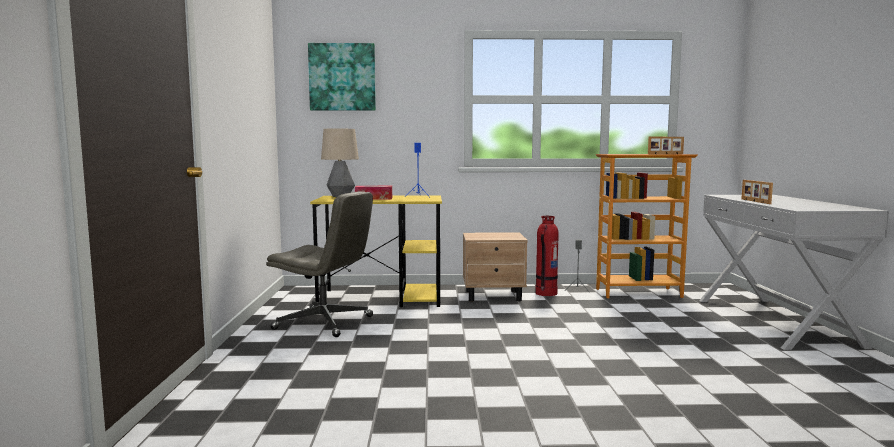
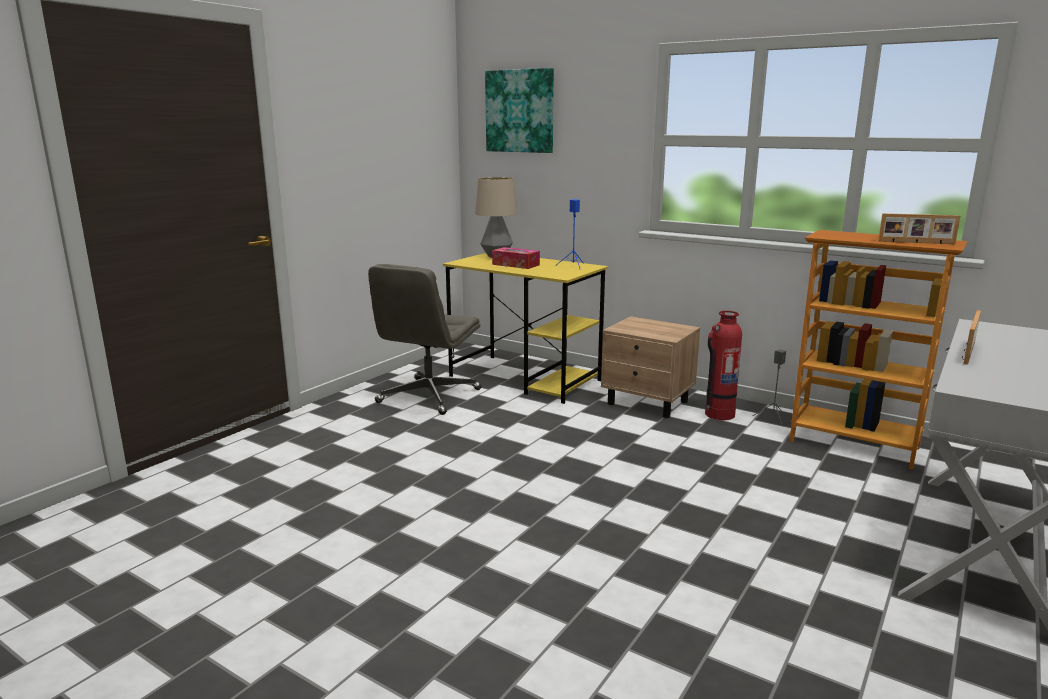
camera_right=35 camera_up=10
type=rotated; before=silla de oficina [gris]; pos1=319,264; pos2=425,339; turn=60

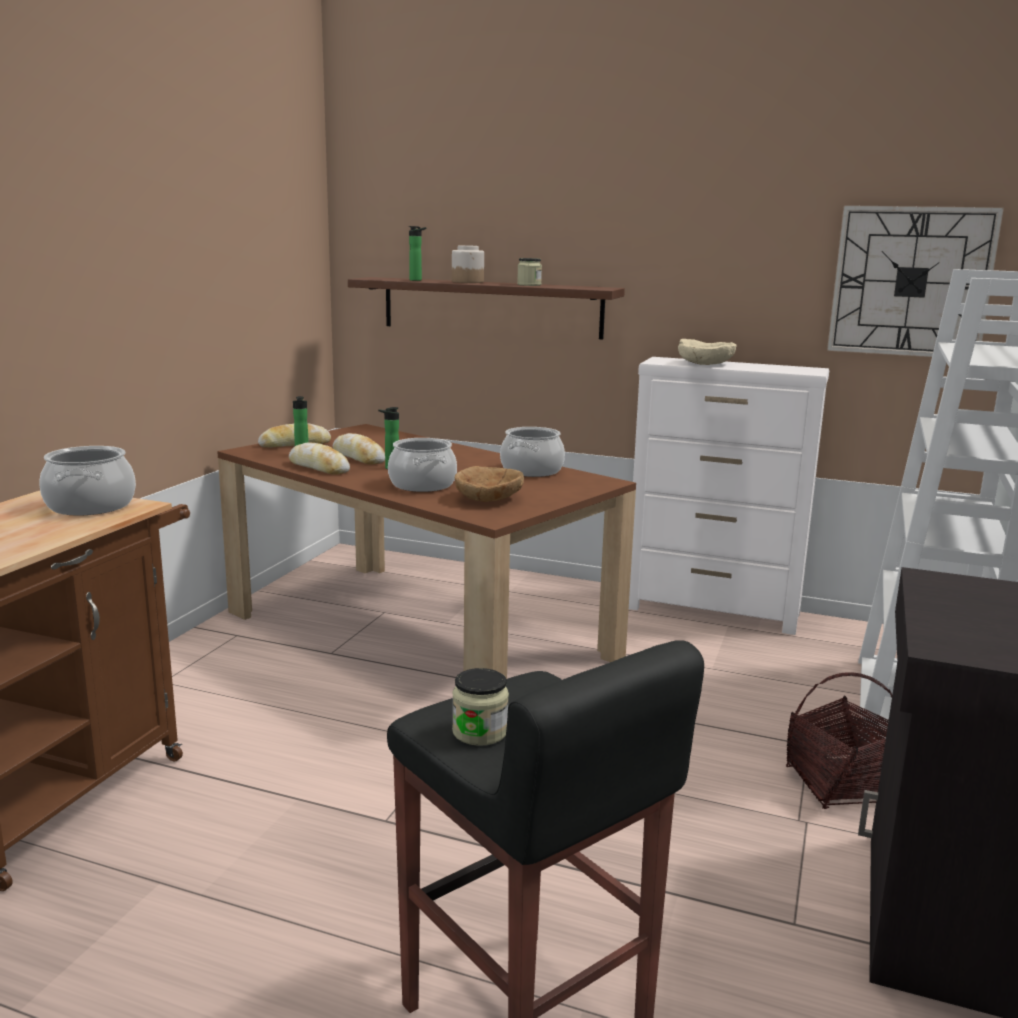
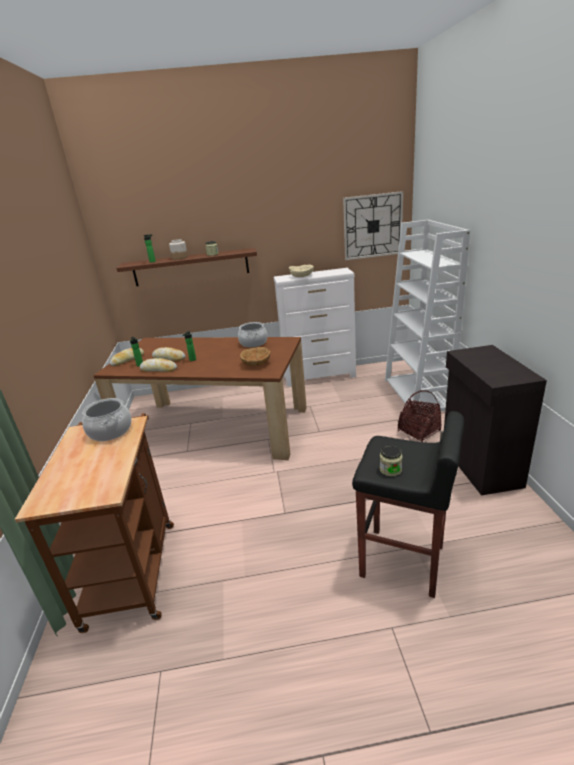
camera_right=-25 camera_up=10
type=gone; before=olla; pos1=422,465

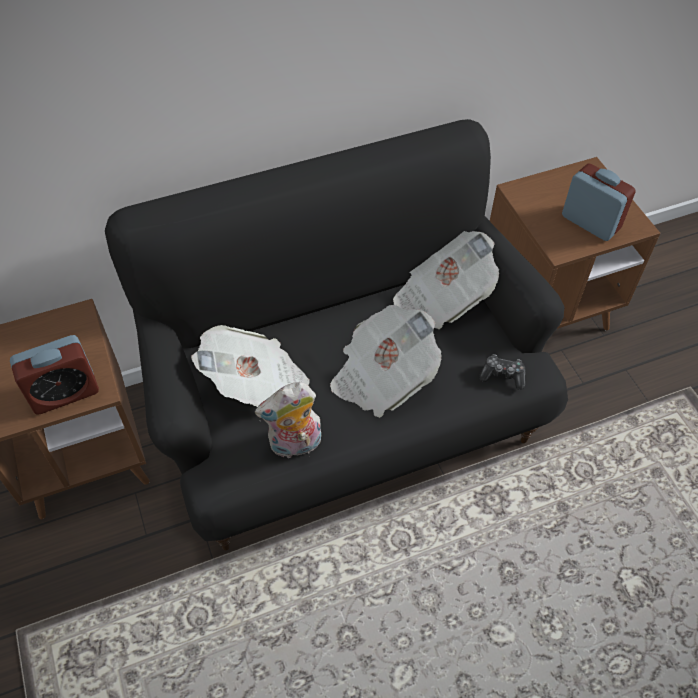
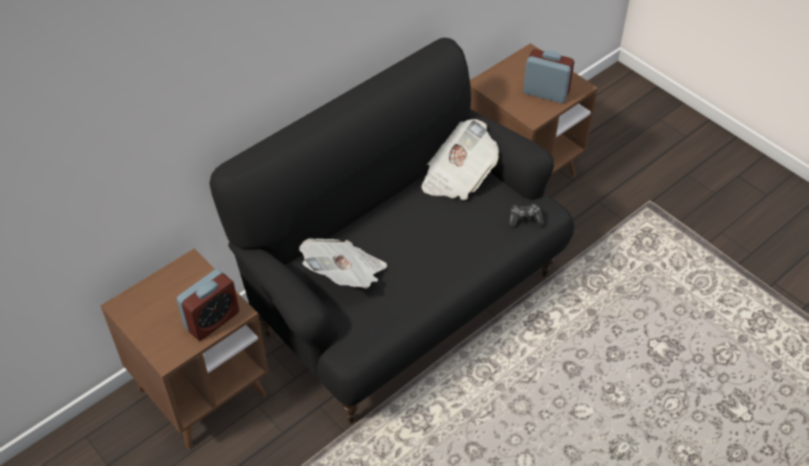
camera_right=-20 camera_up=-5
type=gone; before=peluche; pos1=288,420
type=gone; before=periódico; pos1=386,361

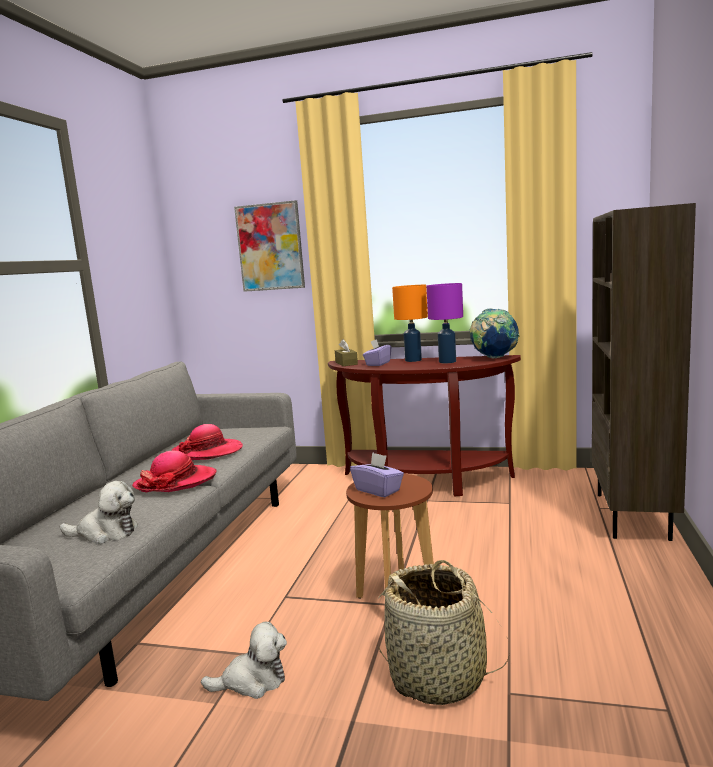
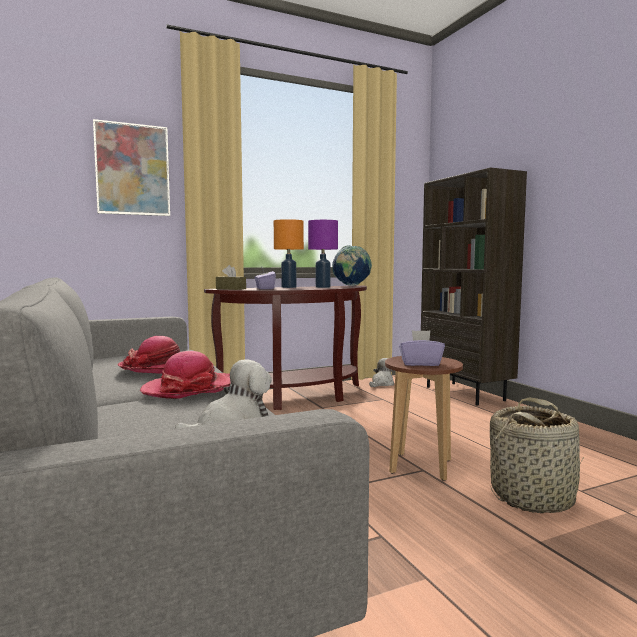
camera_right=-40 camera_up=-5
type=shifted; before=peluche; pos1=244,660; pos2=381,372

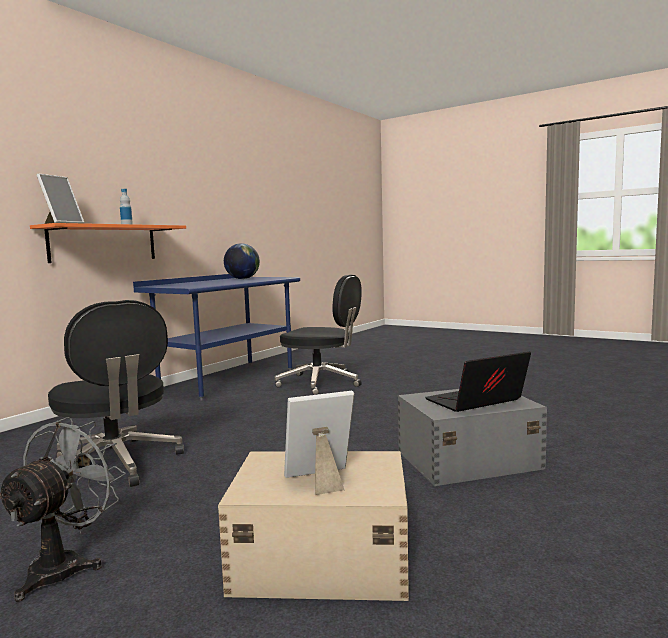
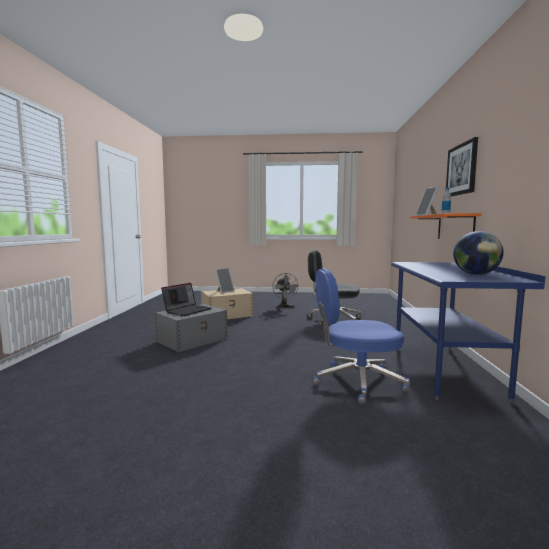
camera_right=150 camera_up=0
type=repainted; before=silla de oficina [negro]; after=silla de oficina [azul]; pos1=318,335; pos2=361,336
type=new; after=cuadro; pos2=462,166

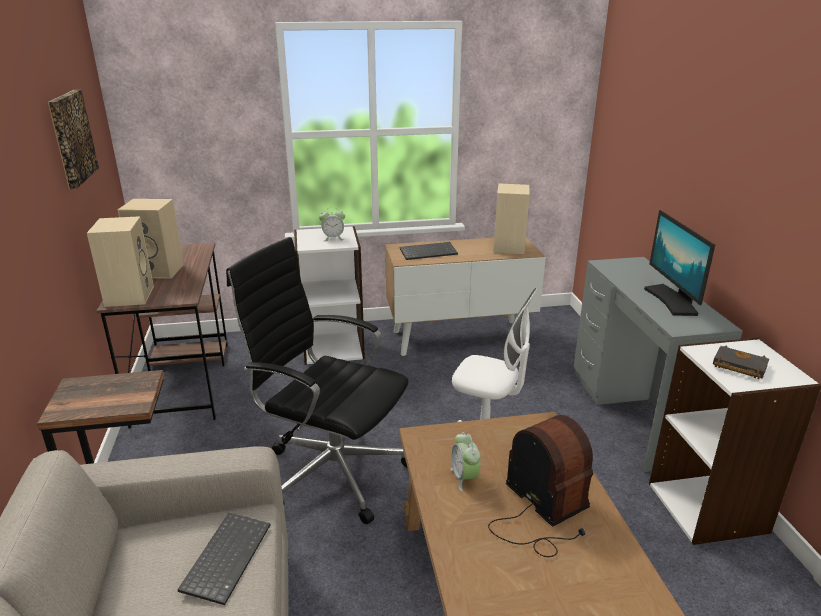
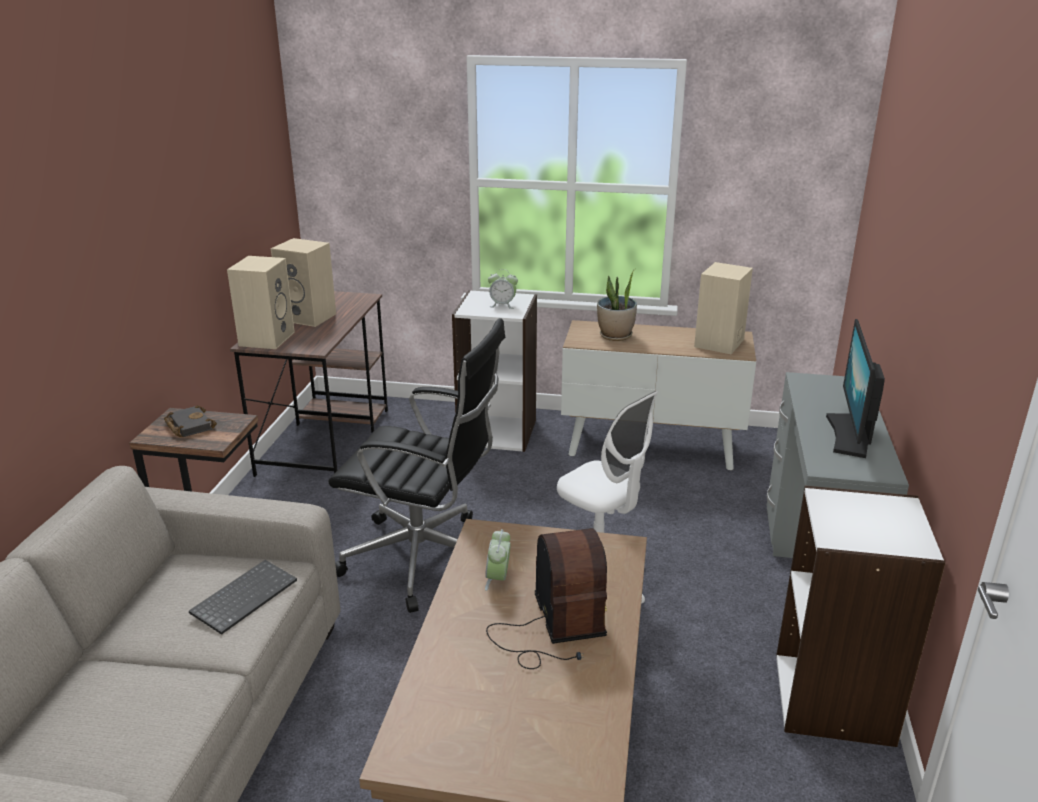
camera_right=20 camera_up=0
type=shifted; before=libro [negro]; pos1=741,362; pos2=190,421
type=rotated; before=silla de oficina [negro]; pos1=317,380; pos2=417,465; turn=150
type=swapped; before=teclado; after=planta en maceta; pos1=428,251; pos2=617,305
type=gone; before=cuadro; pos1=73,139

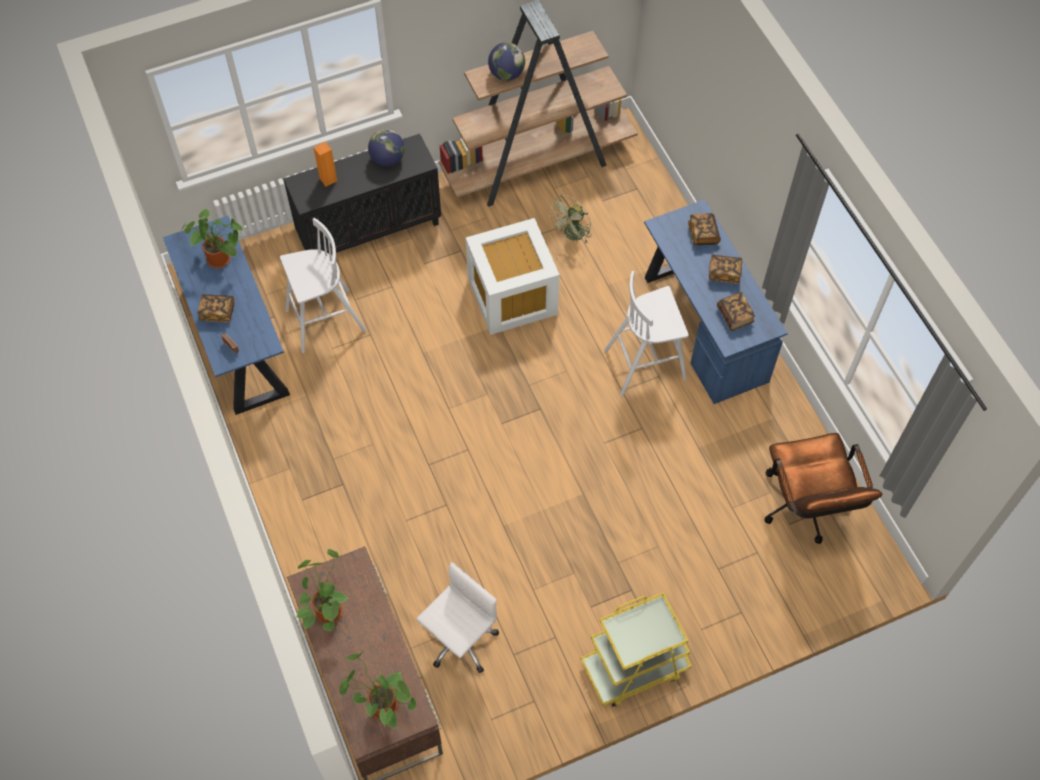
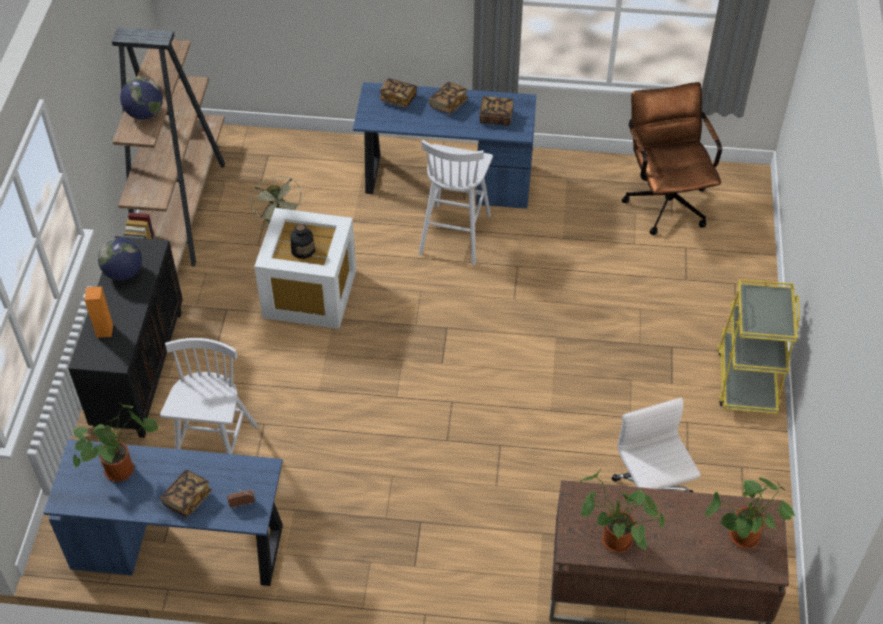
camera_right=-60 camera_up=-10
type=new; after=botella; pos2=302,241
type=rotated; before=silla de oficina [marrón]; pos1=823,488; pos2=671,158; turn=-120

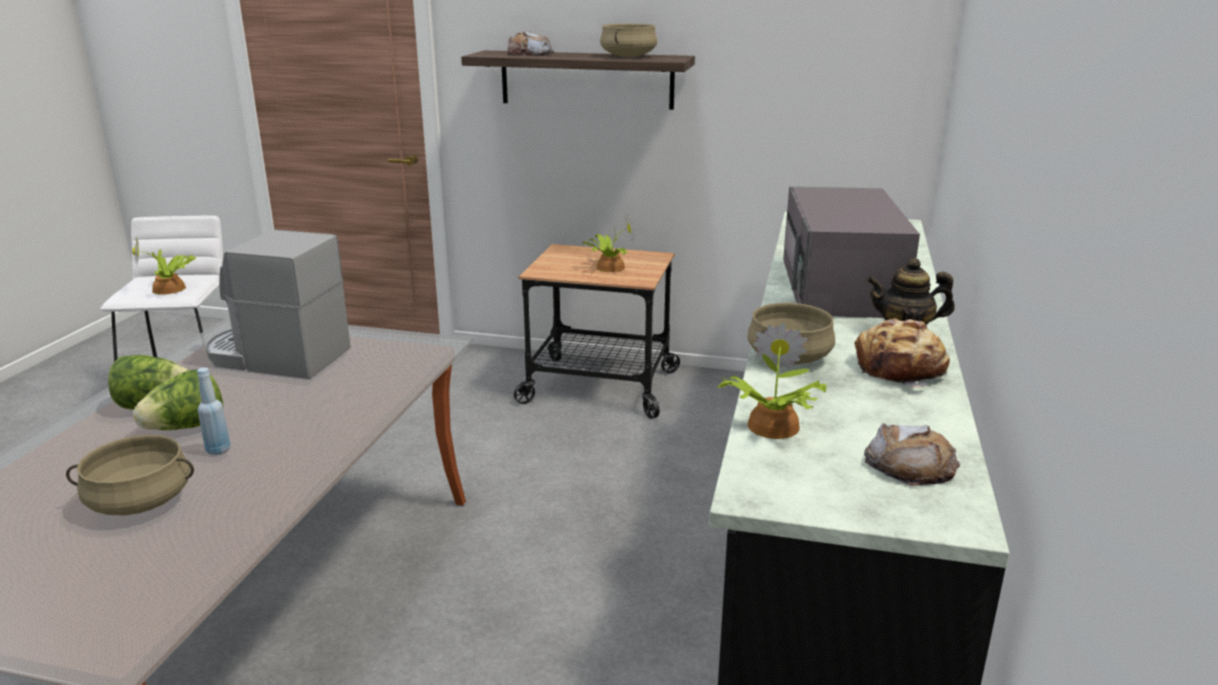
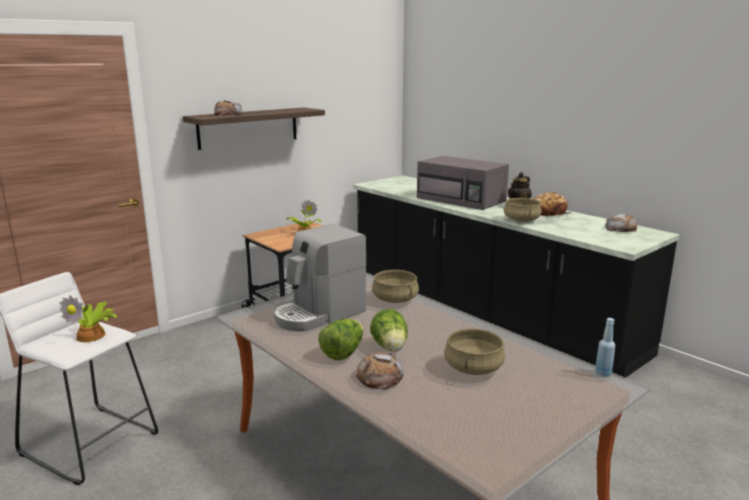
camera_right=-55 camera_up=-5
type=new; after=pan; pos2=379,371
type=shifted; before=olla [beis]; pos1=628,40; pos2=395,286
type=shifted; before=botella [azul]; pos1=214,411; pos2=605,347
type=gone; before=planta en maceta; pos1=772,381

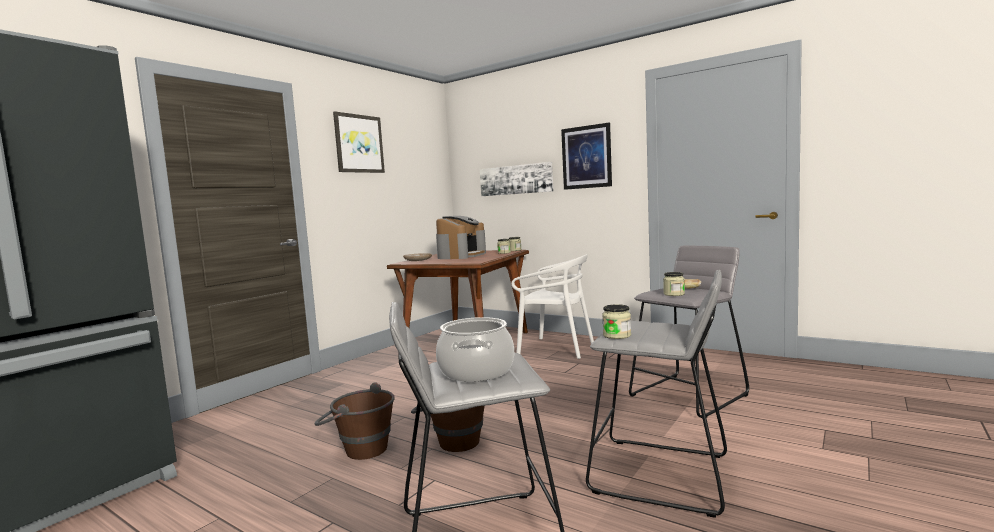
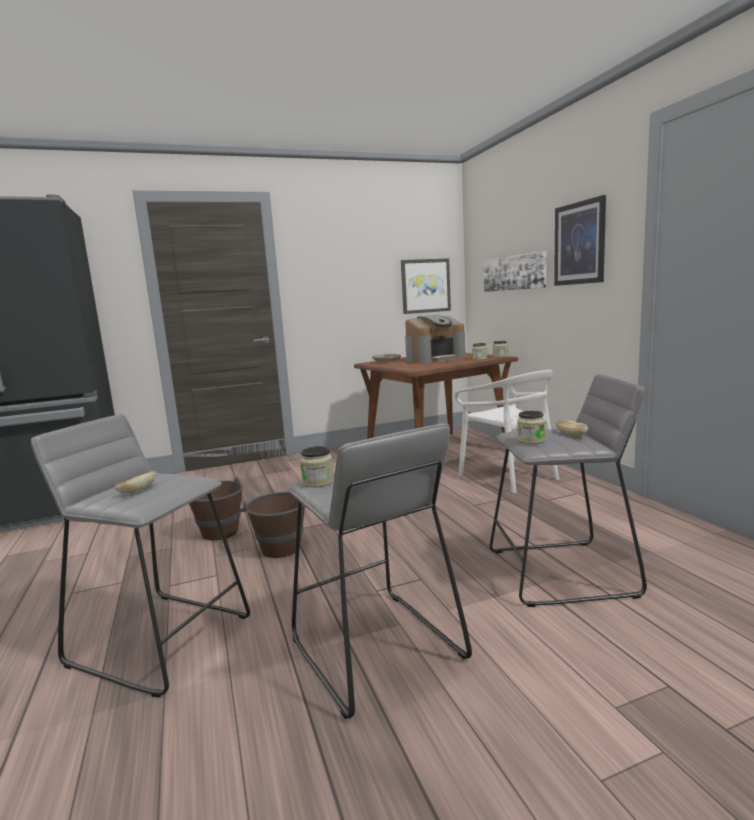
camera_right=35 camera_up=5
type=swapped; before=olla; after=pan; pos1=475,349; pos2=135,482
type=shifted; before=cuadro; pos1=359,142; pos2=426,286

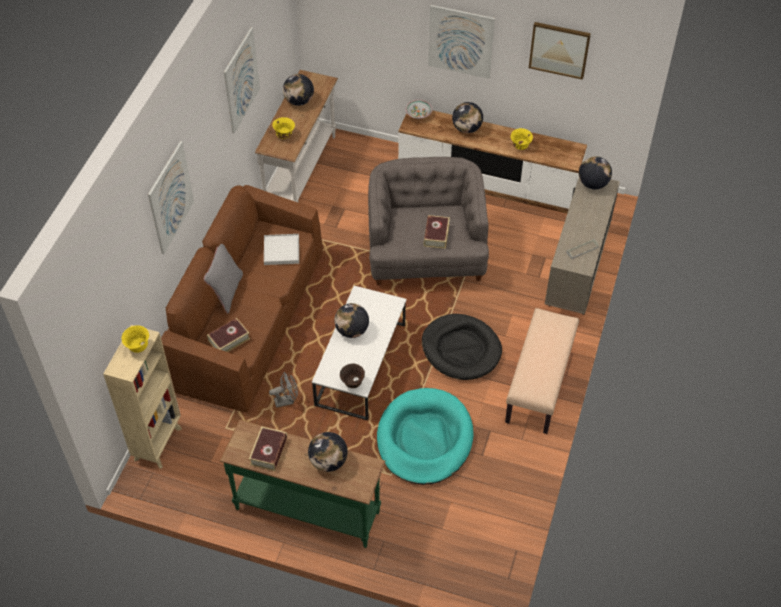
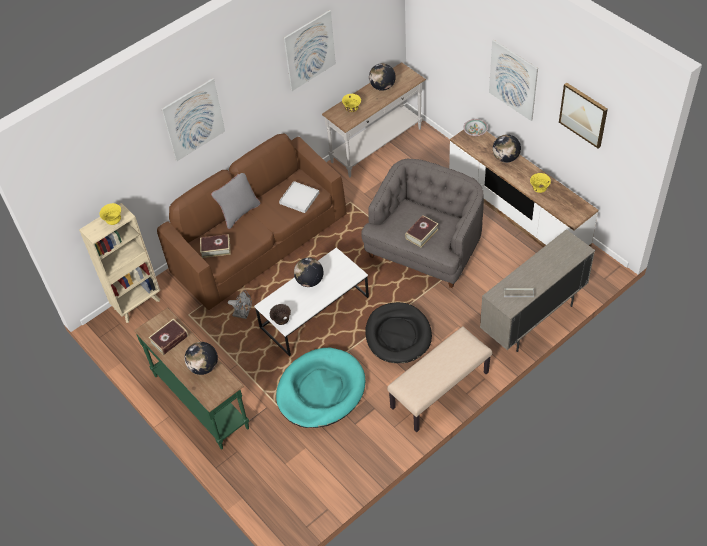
camera_right=35 camera_up=0
type=gone; before=globo terráqueo; pos1=595,172

